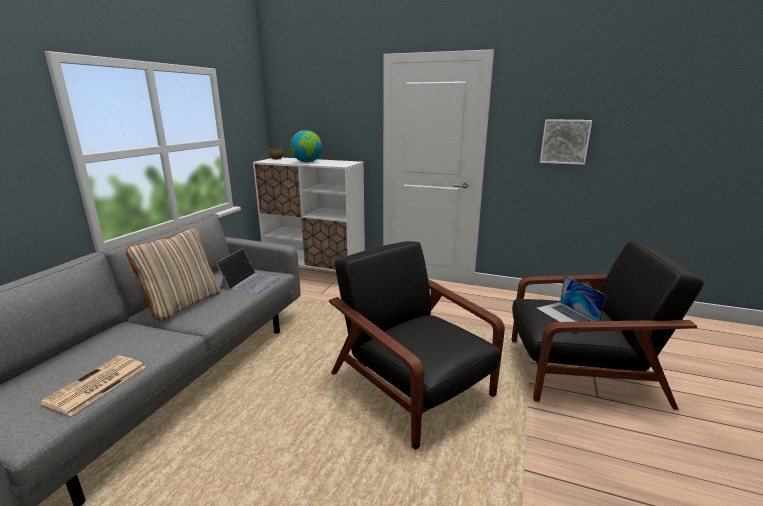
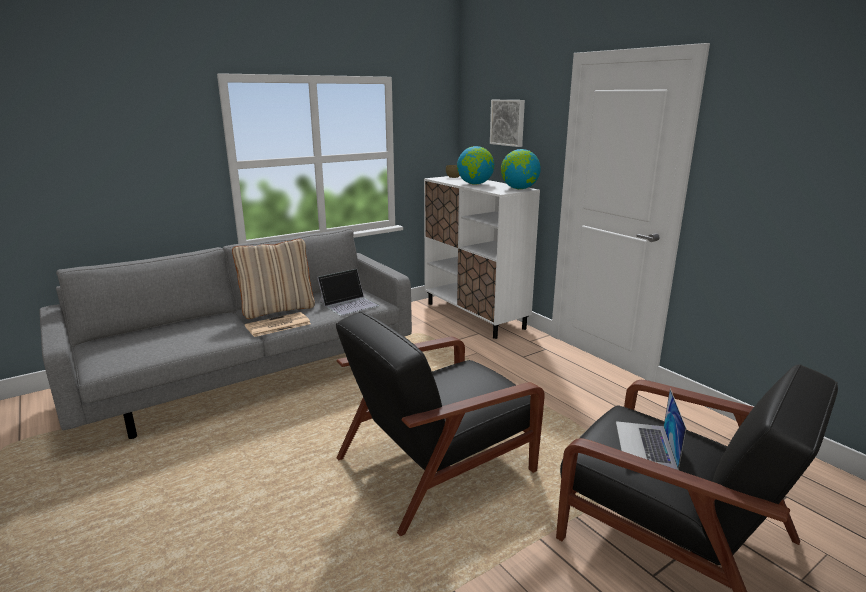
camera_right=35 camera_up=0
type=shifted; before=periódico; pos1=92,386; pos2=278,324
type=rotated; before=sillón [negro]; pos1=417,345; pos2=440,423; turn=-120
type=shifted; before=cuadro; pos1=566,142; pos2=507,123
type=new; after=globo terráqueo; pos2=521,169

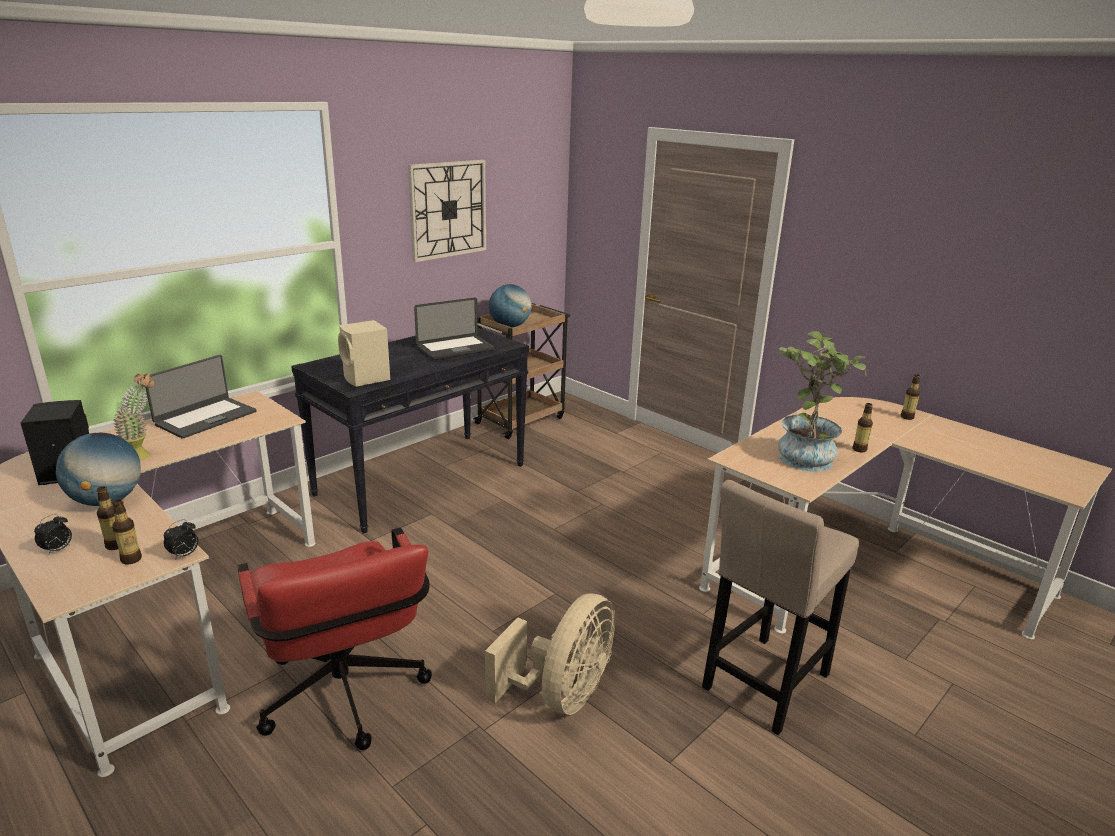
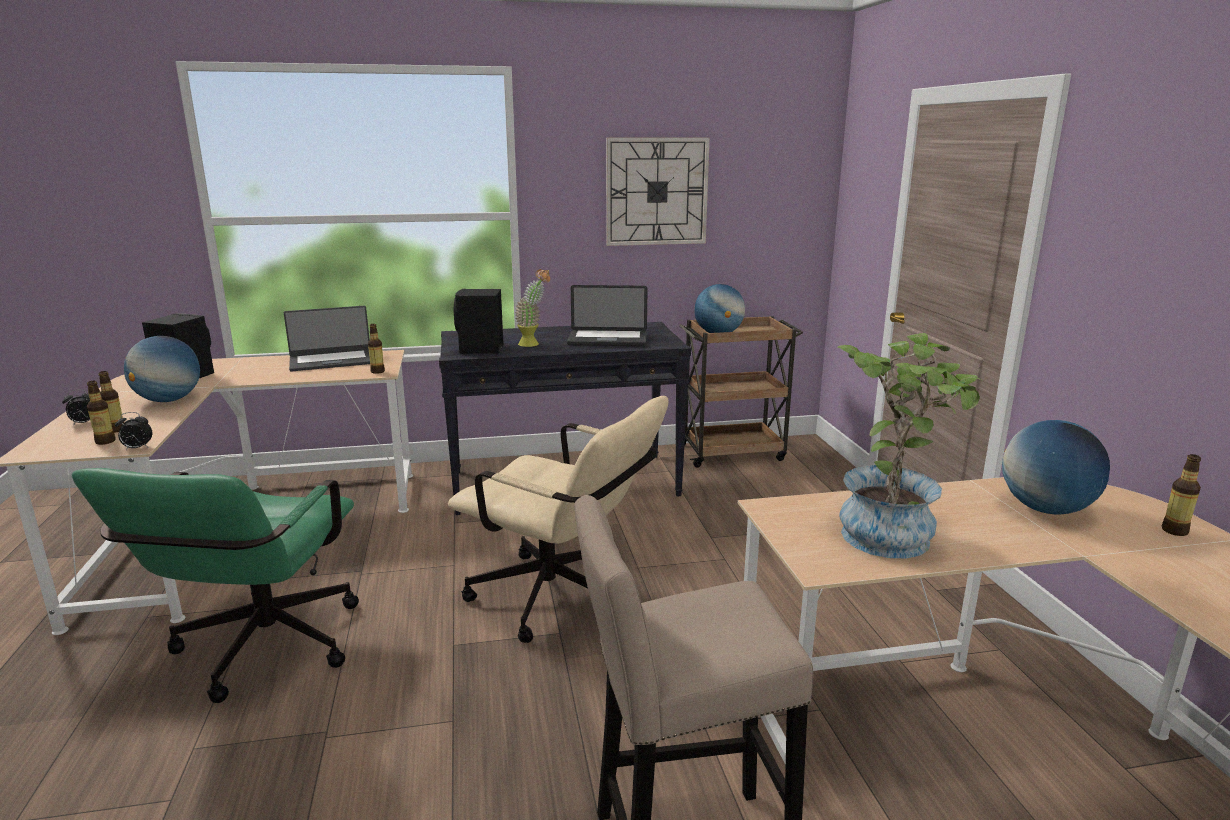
camera_right=35 camera_up=-5
type=repainted; before=silla de oficina [rojo]; after=silla de oficina [verde]; pos1=334,638; pos2=215,585
type=shifted; before=botella; pos1=862,427; pos2=376,349
type=new; after=silla de oficina [beis]; pos2=558,519
type=repainted; before=altavoz [beis]; after=altavoz [negro]; pos1=364,353; pos2=479,321
type=shifted; before=planta en maceta; pos1=133,417; pos2=532,308
type=new; after=globo terráqueo; pos2=1056,467
type=gone; before=ventilador [beis]; pos1=550,654

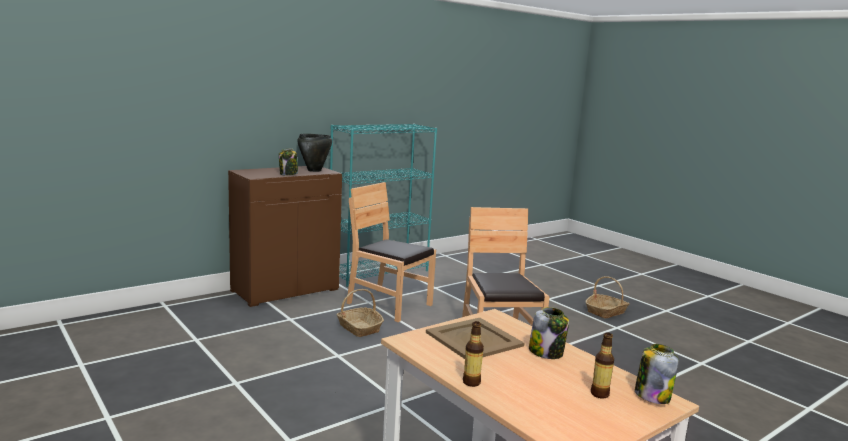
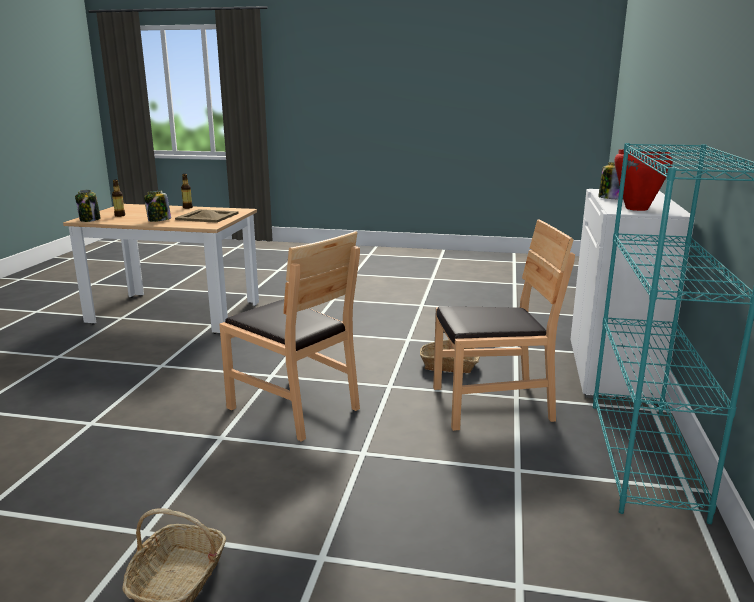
camera_right=140 camera_up=5
type=repainted; before=armario [marrón]; after=armario [blanco]; pos1=285,236; pos2=633,295
type=repainted; before=olla [negro]; after=olla [rojo]; pos1=314,153; pos2=643,180

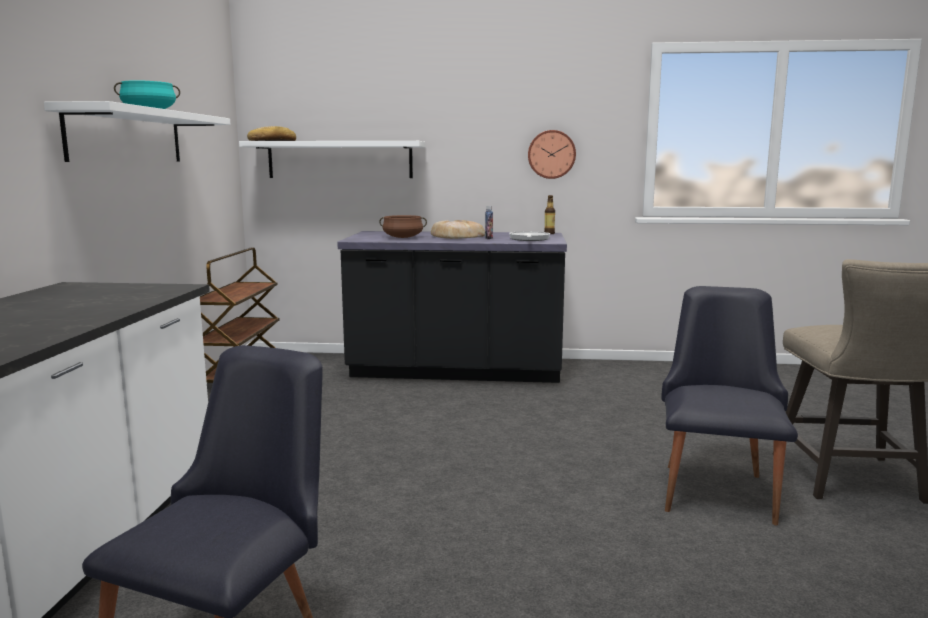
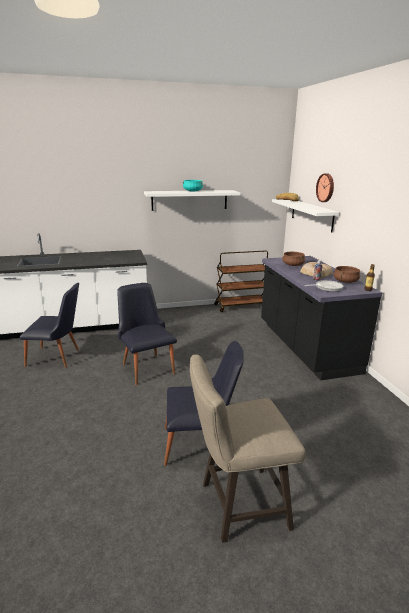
camera_right=70 camera_up=10
type=new; after=silla [negro]; pos2=147,334
type=shifted; before=reloj de pared; pos1=552,154; pos2=325,188
type=new; after=olla [marrón]; pos2=347,274

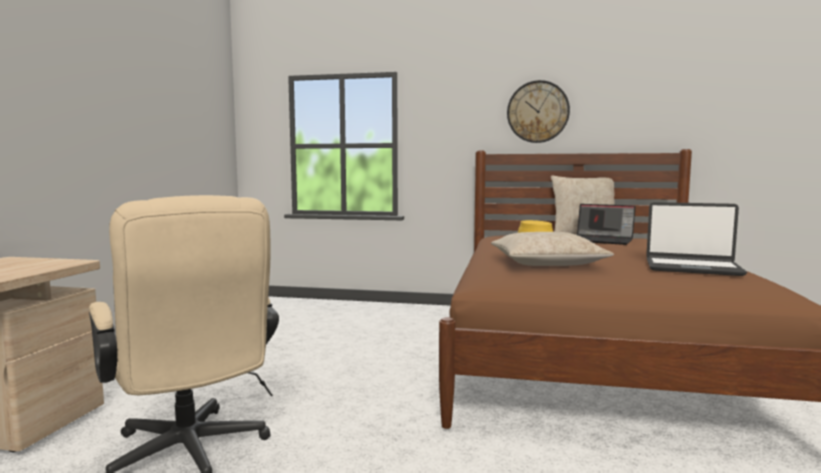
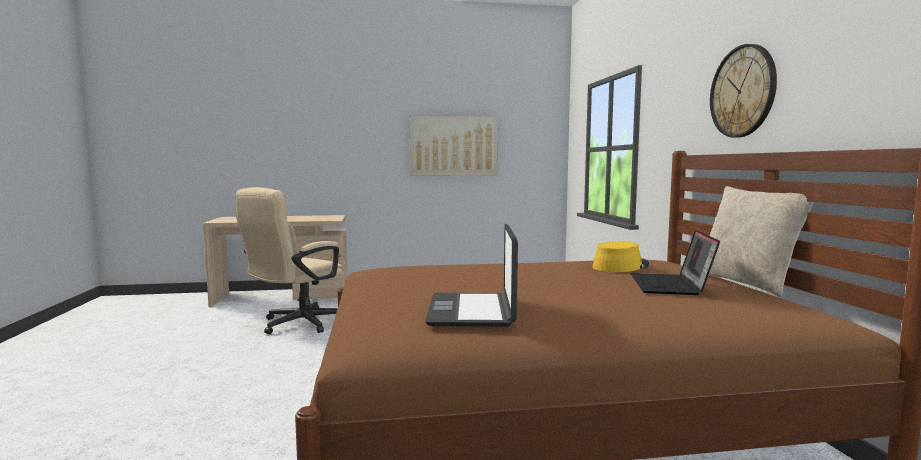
camera_right=70 camera_up=0
type=new; after=cuadro; pos2=453,145
type=gone; before=cojín [beis]; pos1=552,249

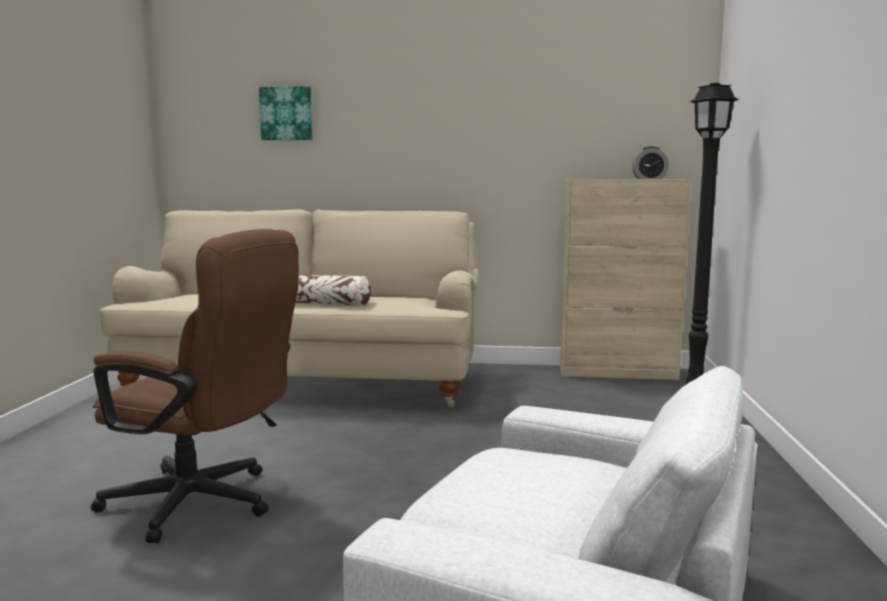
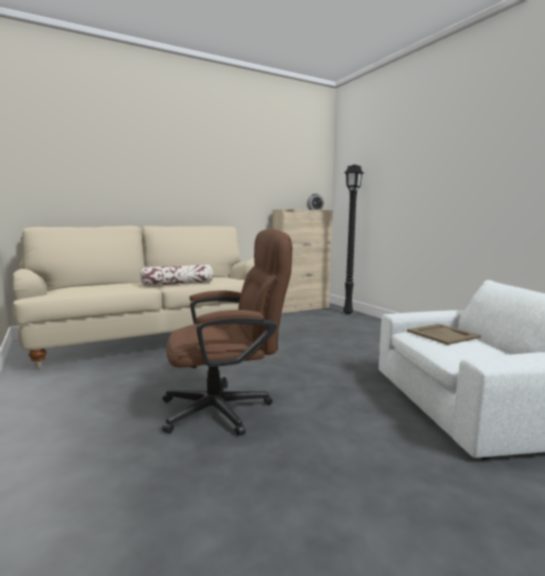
camera_right=-35 camera_up=0
type=new; after=bandeja [beis]; pos2=444,334
type=gone; before=cuadro; pos1=285,113

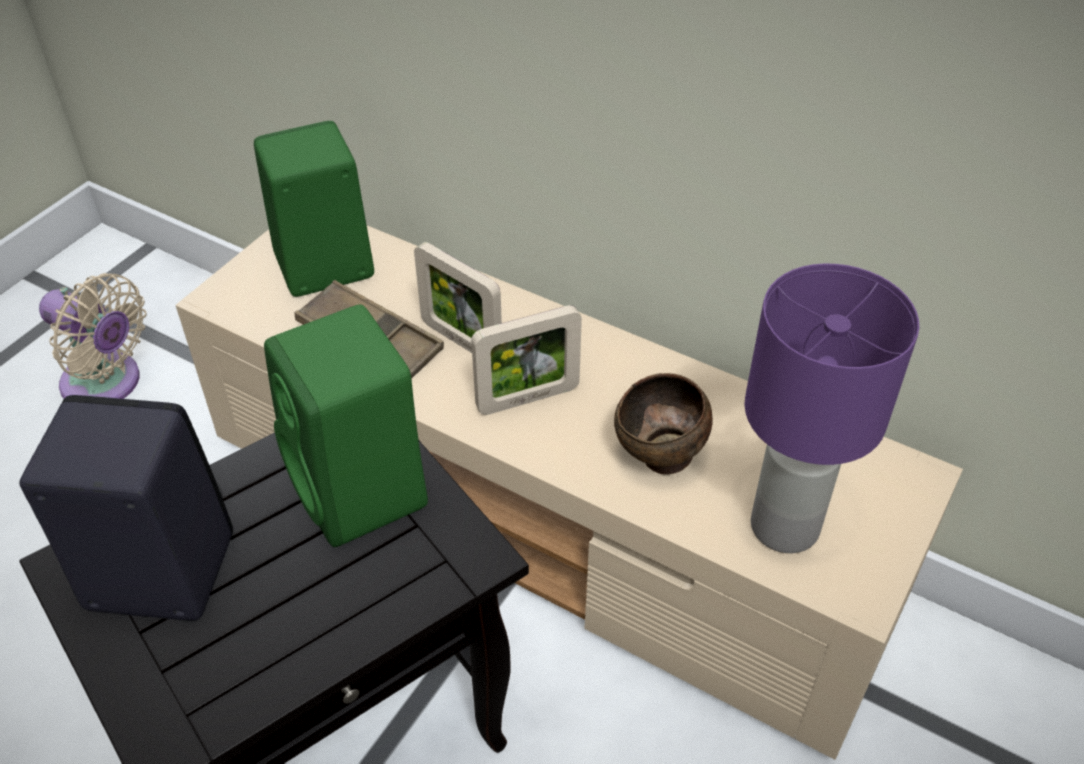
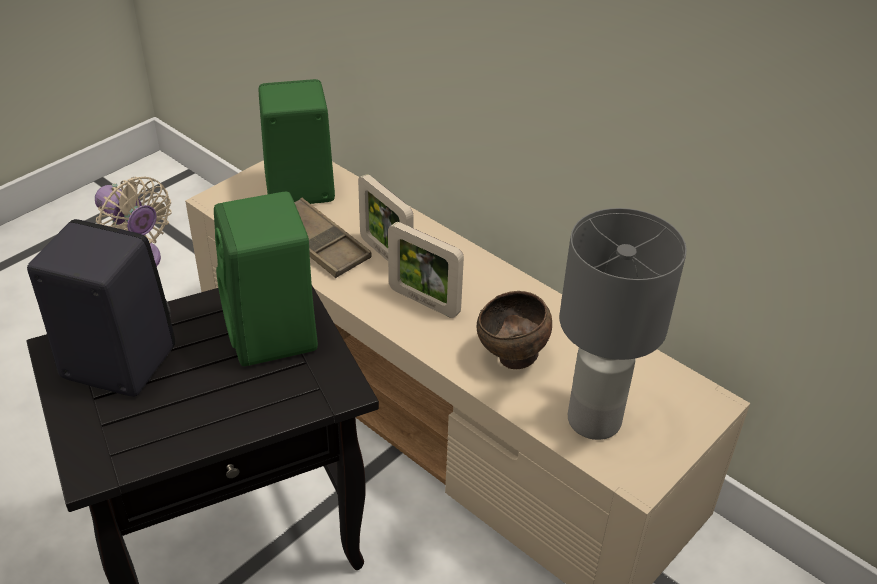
camera_right=10 camera_up=-5
type=rotated; before=portarretratos; pos1=526,360; pos2=426,270; turn=45
type=repainted; before=lámpara de mesa [morado]; after=lámpara de mesa [gris]; pos1=831,408; pos2=623,324

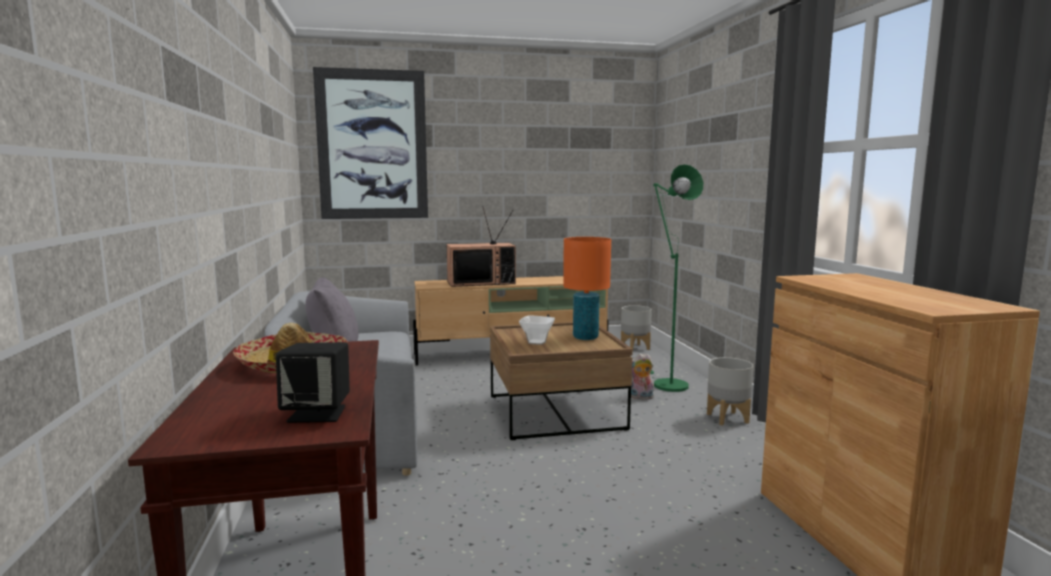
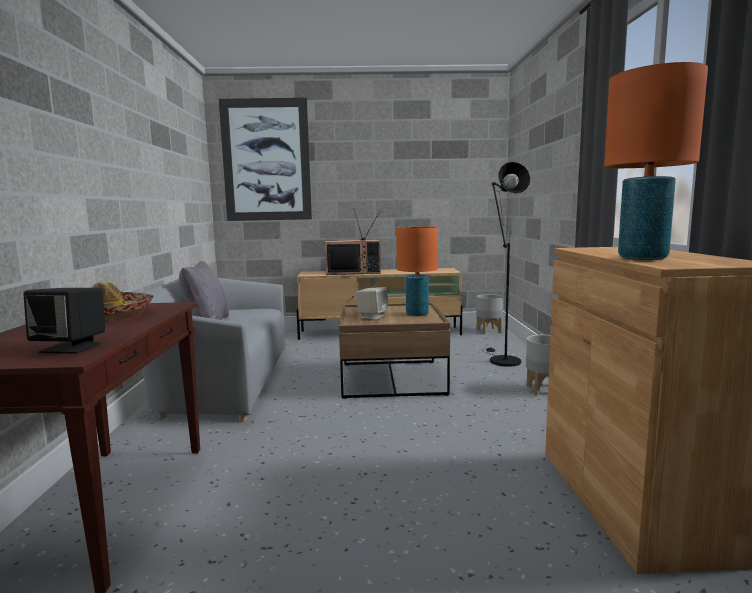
camera_right=10 camera_up=0
type=swapped; before=cuenco; after=altavoz [beis]; pos1=537,330; pos2=372,303
type=repainted; before=lámpara de pie [verde]; after=lámpara de pie [negro]; pos1=676,278; pos2=506,264
type=new; after=lámpara de mesa [naranja]; pos2=656,161
type=gone; before=peluche; pos1=642,376

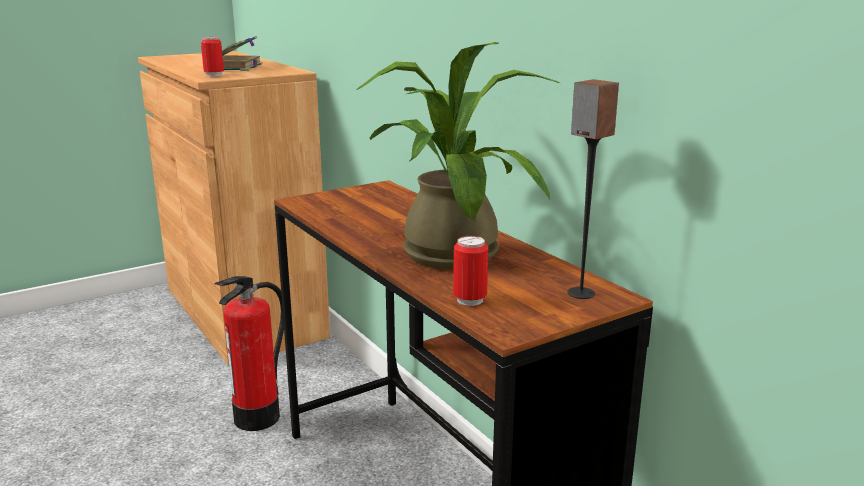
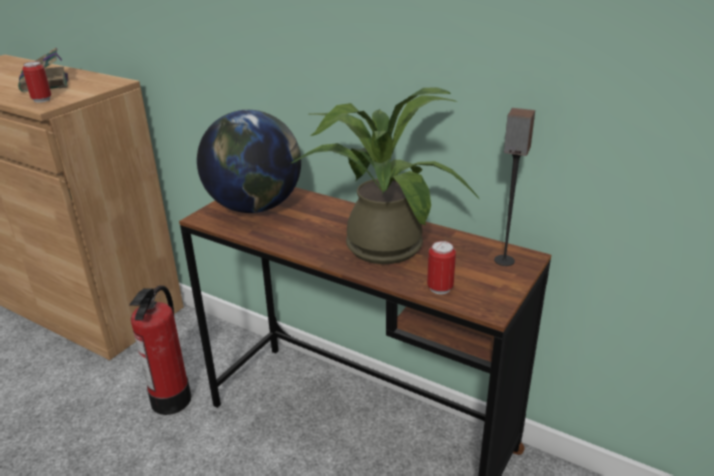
camera_right=-25 camera_up=10
type=new; after=globo terráqueo; pos2=249,161

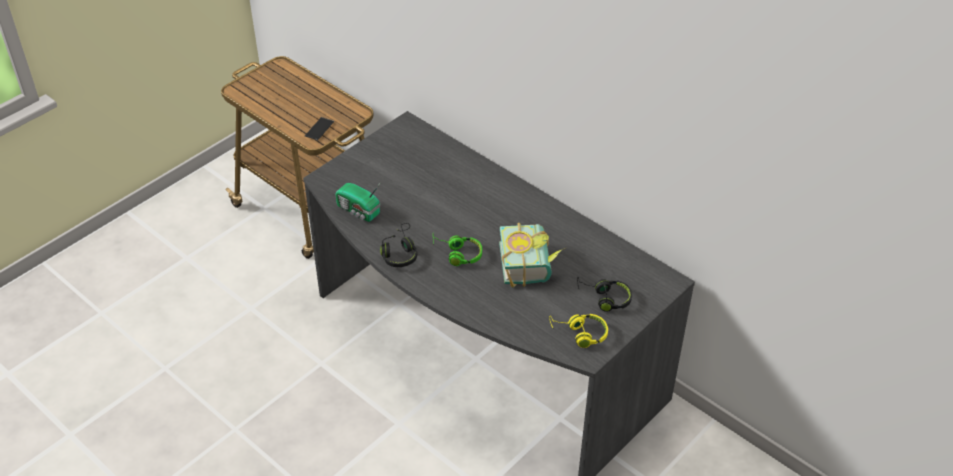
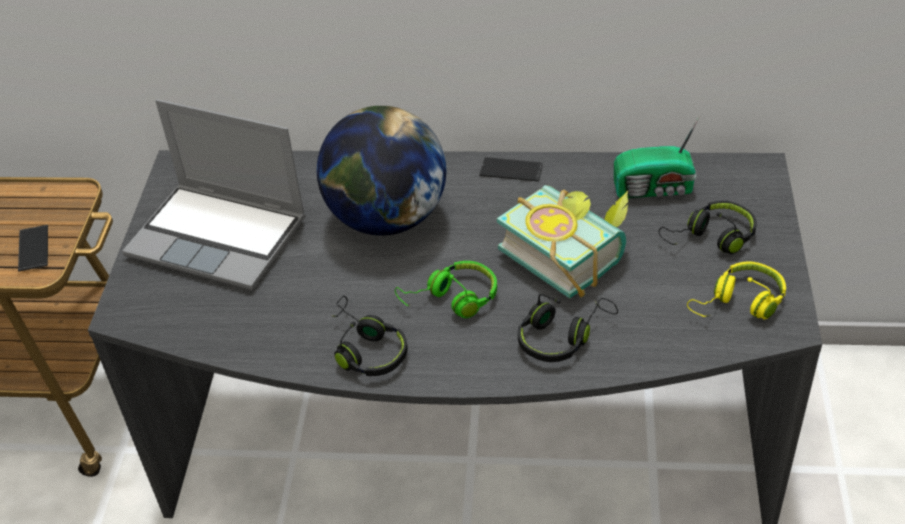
camera_right=-35 camera_up=0
type=new; after=portátil; pos2=214,194
type=new; after=globo terráqueo; pos2=381,171
type=new; after=móvil; pos2=511,169
type=new; after=auriculares [negro]; pos2=568,328
type=shifted; before=radio; pos1=358,202; pos2=657,157

